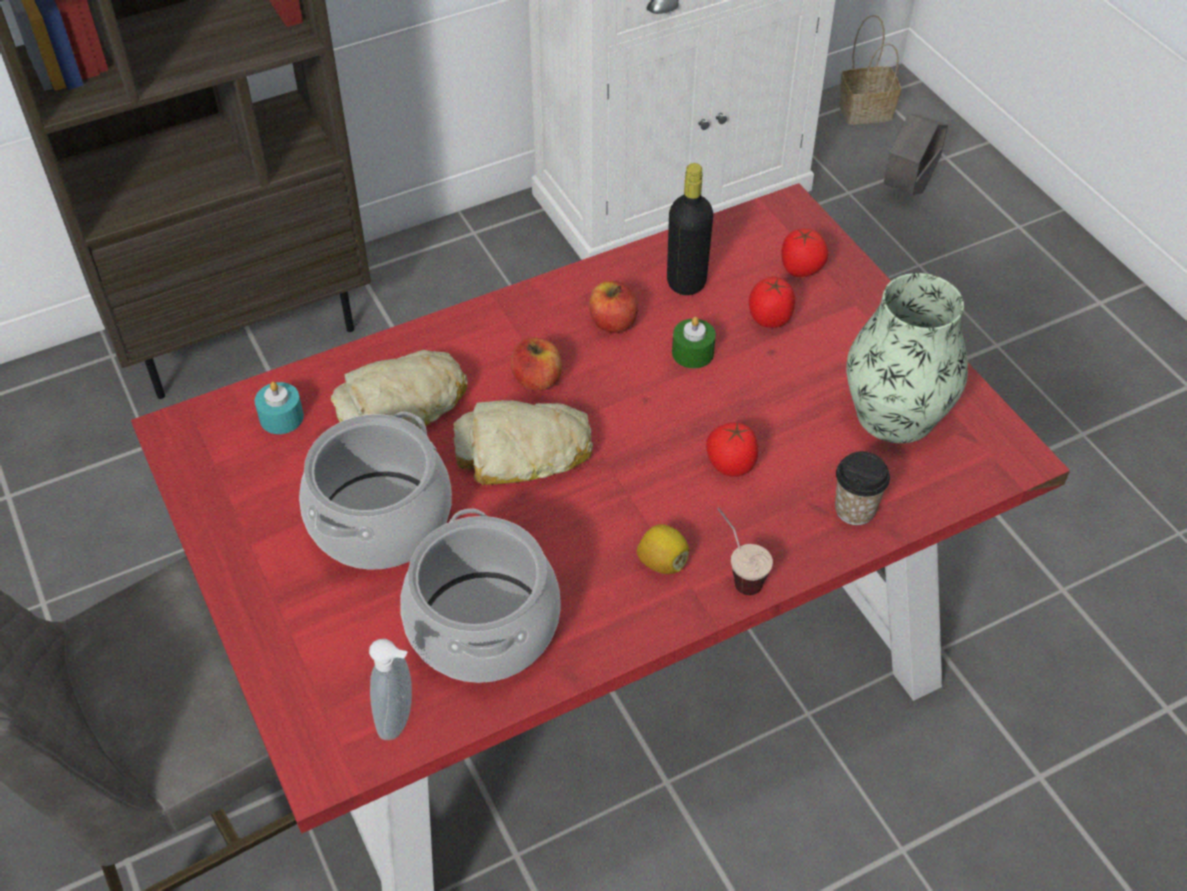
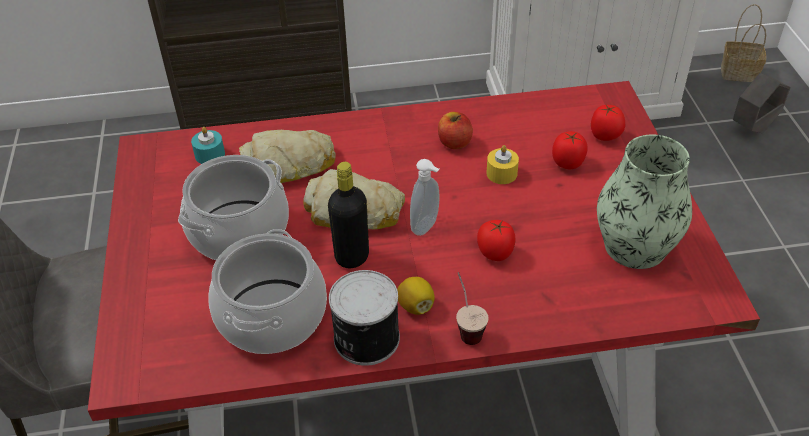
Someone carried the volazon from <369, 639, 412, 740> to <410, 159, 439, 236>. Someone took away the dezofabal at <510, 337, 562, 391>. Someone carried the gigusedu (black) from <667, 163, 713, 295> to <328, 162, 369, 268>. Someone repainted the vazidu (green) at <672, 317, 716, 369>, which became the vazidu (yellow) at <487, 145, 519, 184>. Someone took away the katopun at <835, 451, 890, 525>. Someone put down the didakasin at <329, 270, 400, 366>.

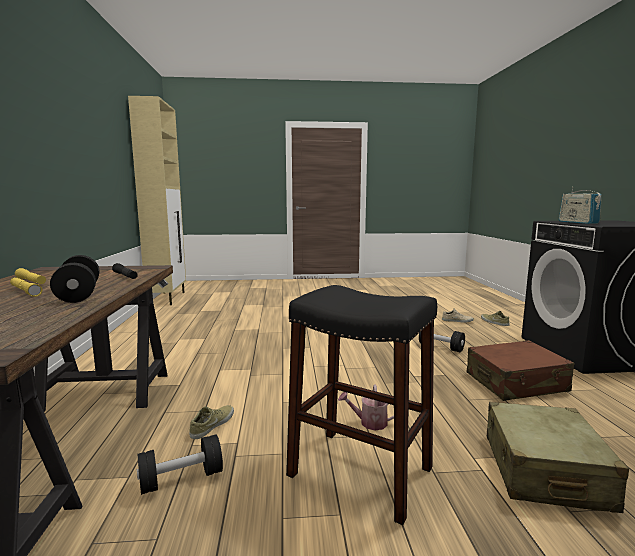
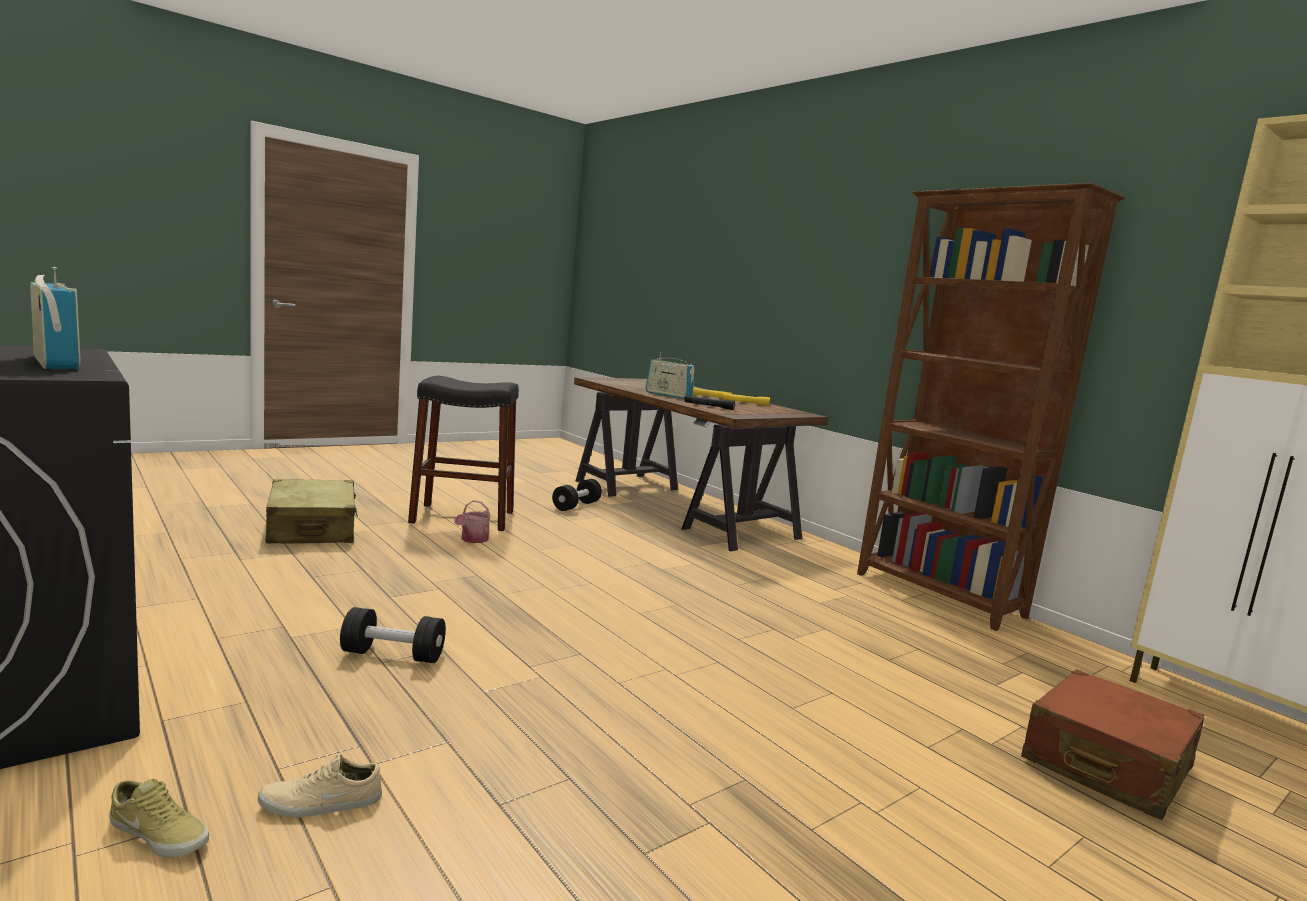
Someone swapped the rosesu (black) at <50, 255, 99, 303> for the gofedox at <646, 352, 694, 399>. Someone took away the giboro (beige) at <189, 405, 234, 439>. Someone rotated the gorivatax at <338, 385, 394, 430> by 135 degrees clockwise. Someone carried the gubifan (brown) from <467, 340, 574, 401> to <1021, 669, 1205, 820>. Someone put down the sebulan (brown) at <857, 183, 1125, 631>.

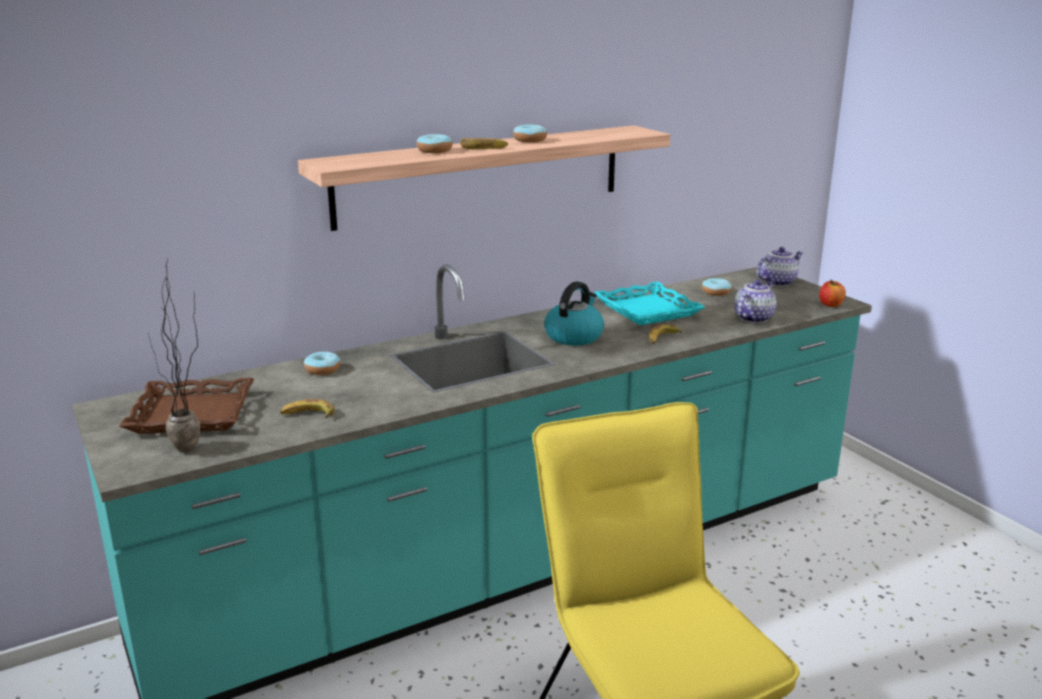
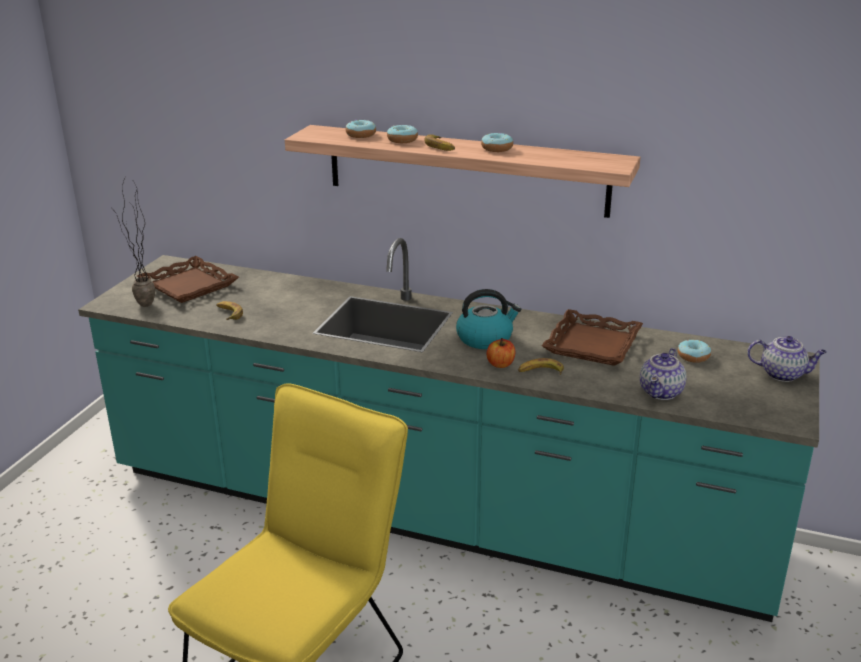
Someone carried the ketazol from <304, 351, 341, 375> to <346, 119, 376, 138>. Someone repainted the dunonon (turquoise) at <594, 281, 705, 325>, which became the dunonon (brown) at <542, 309, 643, 366>. Someone rotated the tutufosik at <734, 280, 777, 323> by 120 degrees clockwise. Someone carried the dezofabal from <819, 280, 846, 307> to <487, 338, 515, 368>.

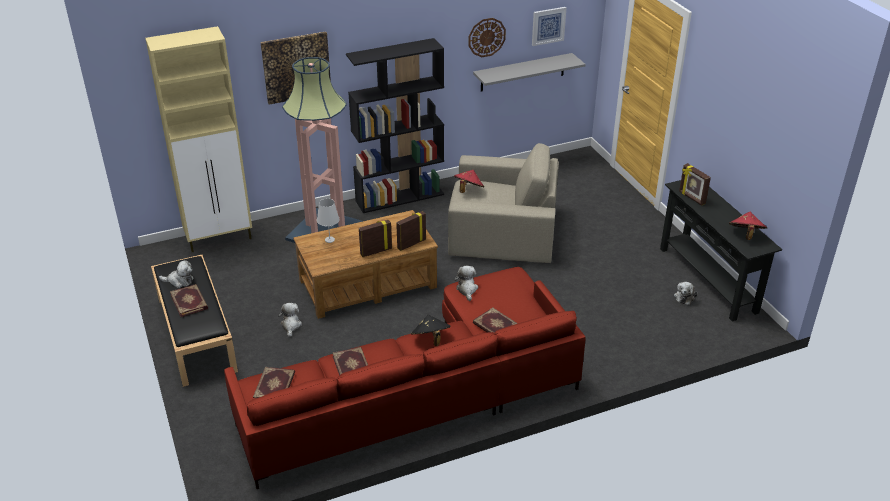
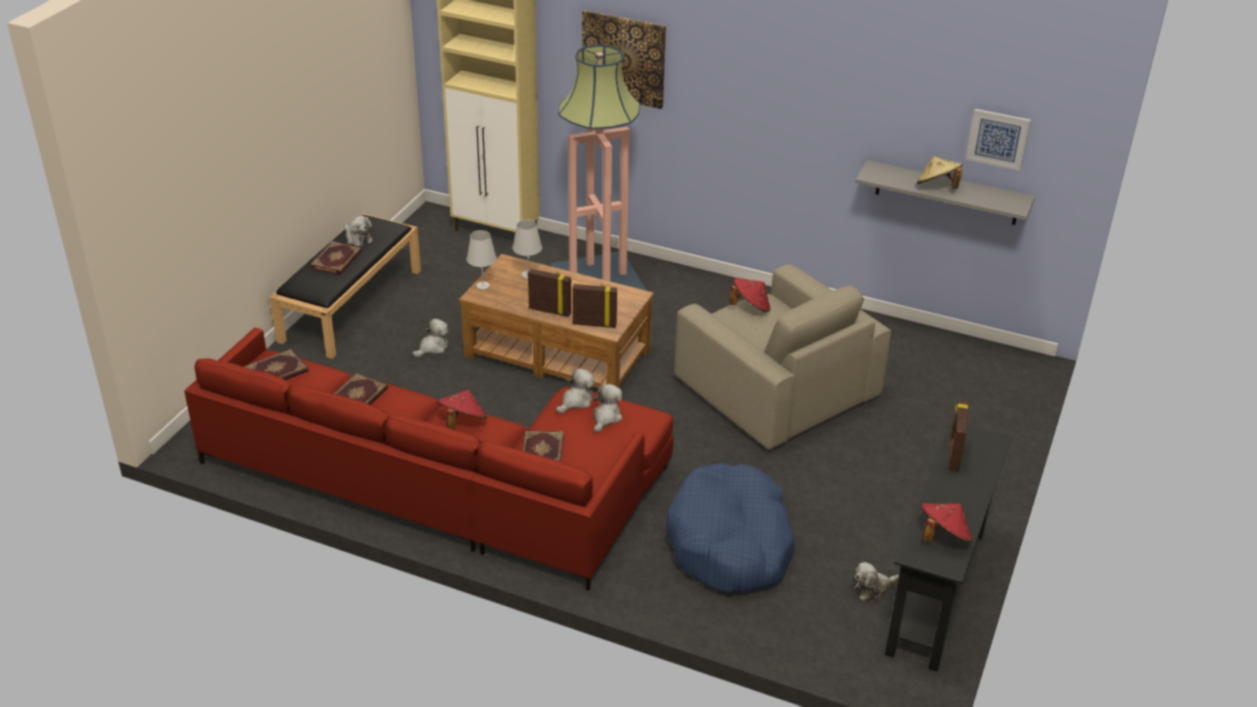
Someone took away the sebulan (black) at <346, 38, 444, 213>. Someone repainted the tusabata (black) at <411, 315, 451, 346>, which became the tusabata (red) at <437, 390, 488, 429>. Someone took away the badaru at <468, 18, 506, 57>. Someone put down the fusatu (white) at <467, 230, 497, 290>. Someone put down the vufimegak at <592, 384, 622, 433>. Someone put down the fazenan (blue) at <666, 463, 795, 592>. Someone put down the tusabata (beige) at <917, 156, 963, 189>.

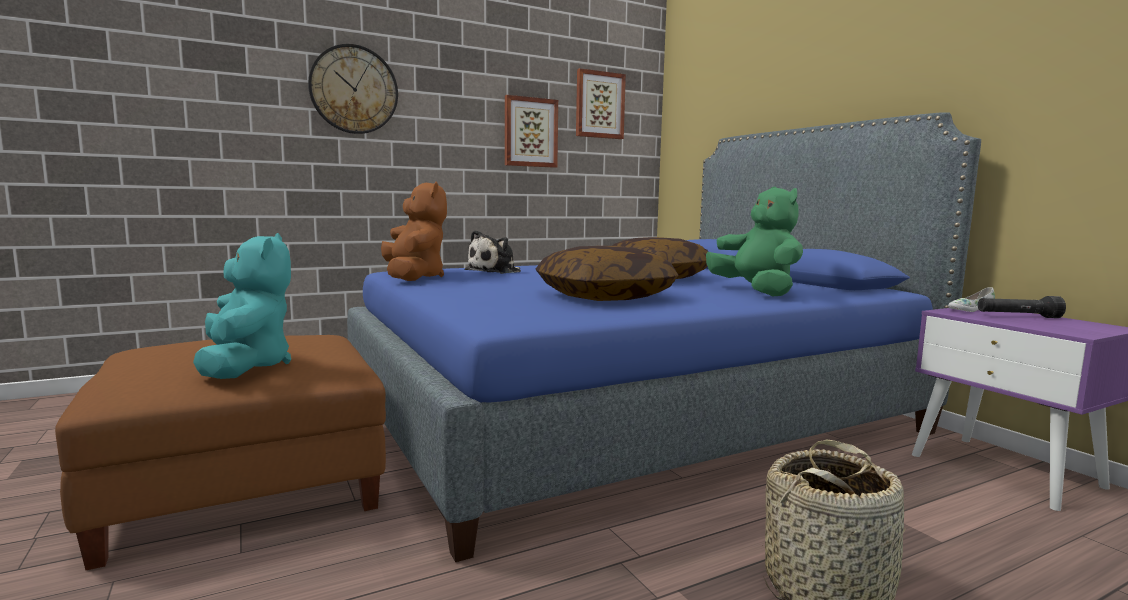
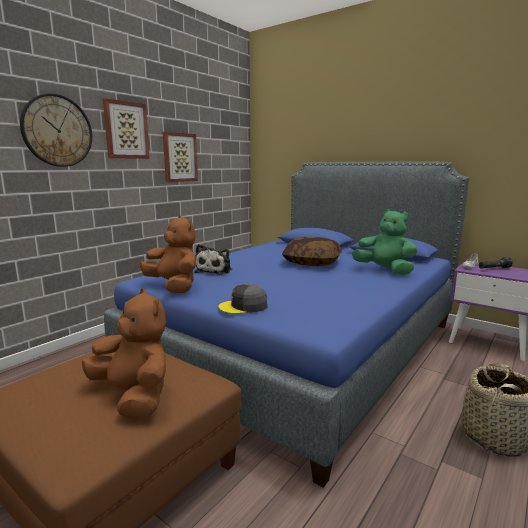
Someone repainted the vufimegak (turquoise) at <193, 233, 291, 379>, which became the vufimegak (brown) at <82, 289, 166, 419>. Someone took away the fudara at <535, 246, 679, 301>. Someone carried the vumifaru from <576, 68, 626, 139> to <103, 98, 150, 159>. Someone put down the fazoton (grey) at <218, 284, 267, 314>.

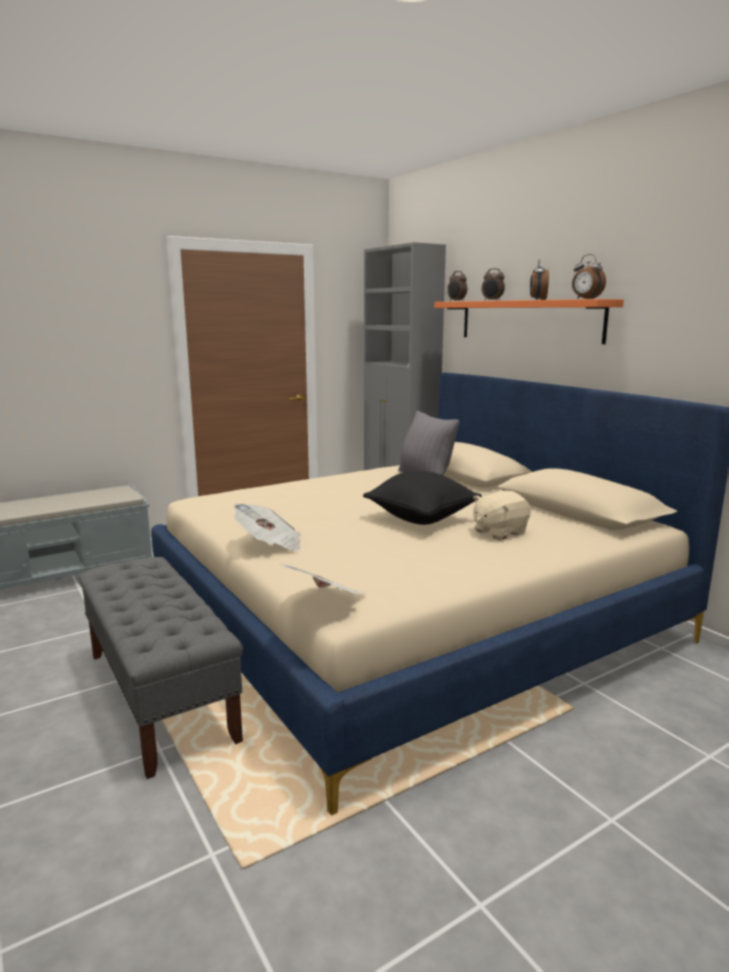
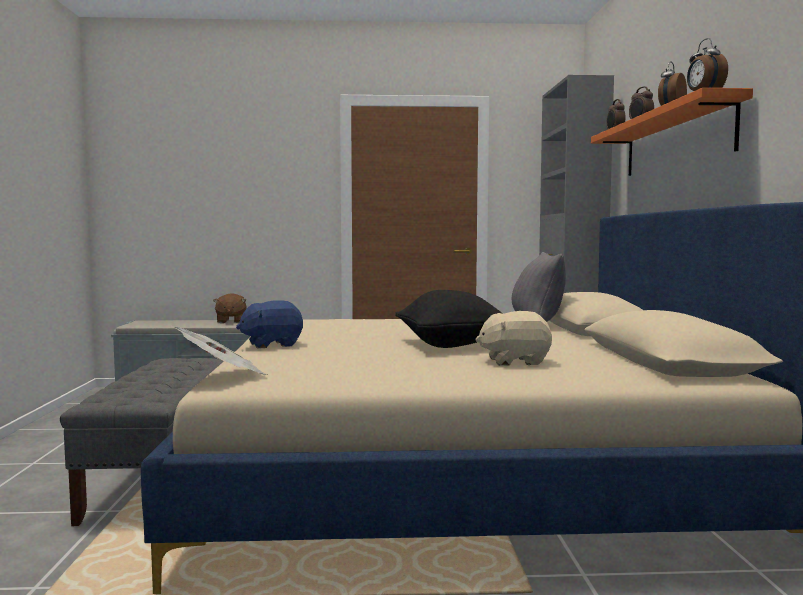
Someone swapped the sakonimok at <233, 503, 301, 551> for the vufimegak (blue) at <236, 300, 303, 349>. Someone put down the vufimegak (brown) at <213, 293, 247, 323>.

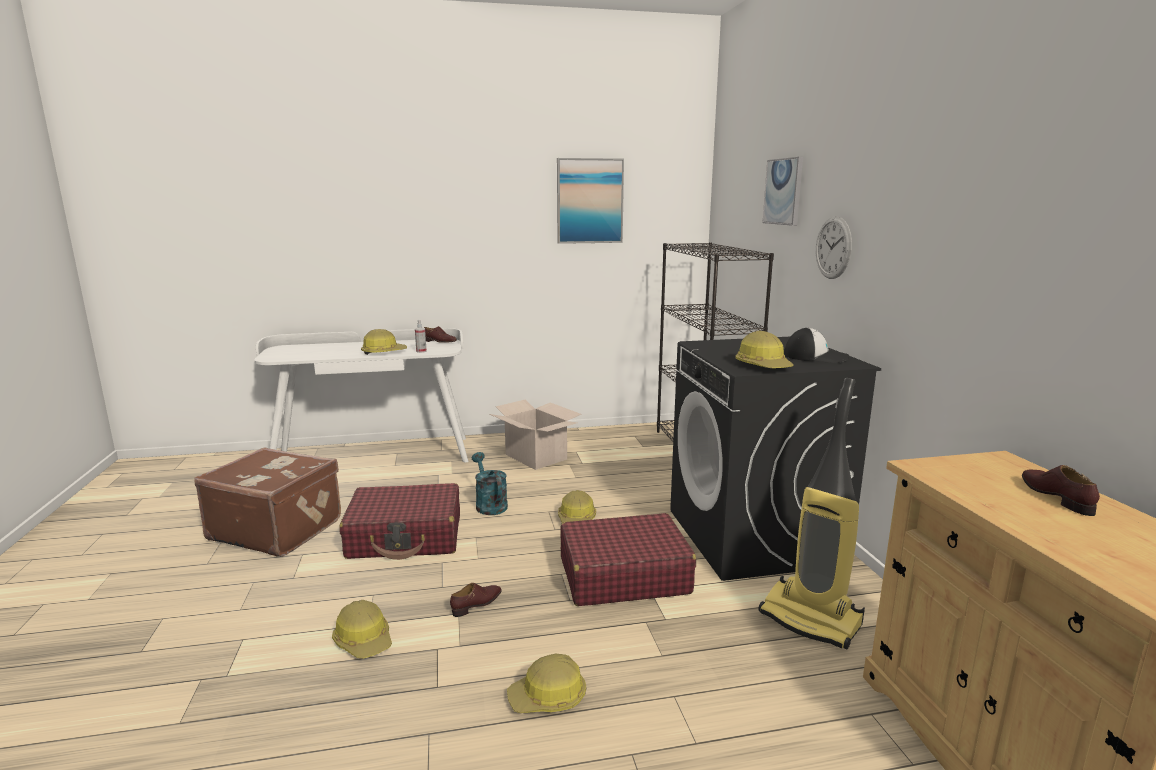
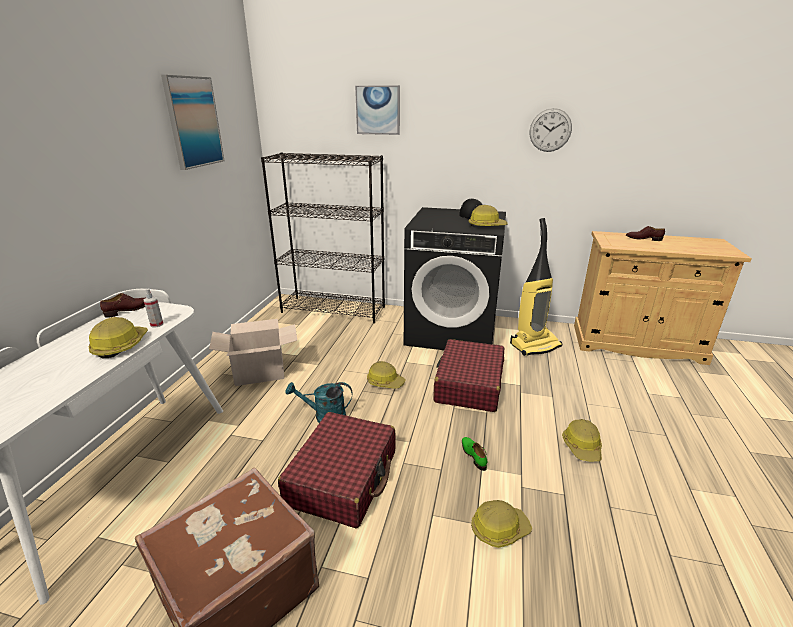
Someone repainted the giboro (brown) at <450, 583, 502, 617>, which became the giboro (green) at <462, 437, 487, 471>. Someone carried the badaru from <816, 216, 852, 279> to <530, 108, 572, 152>.

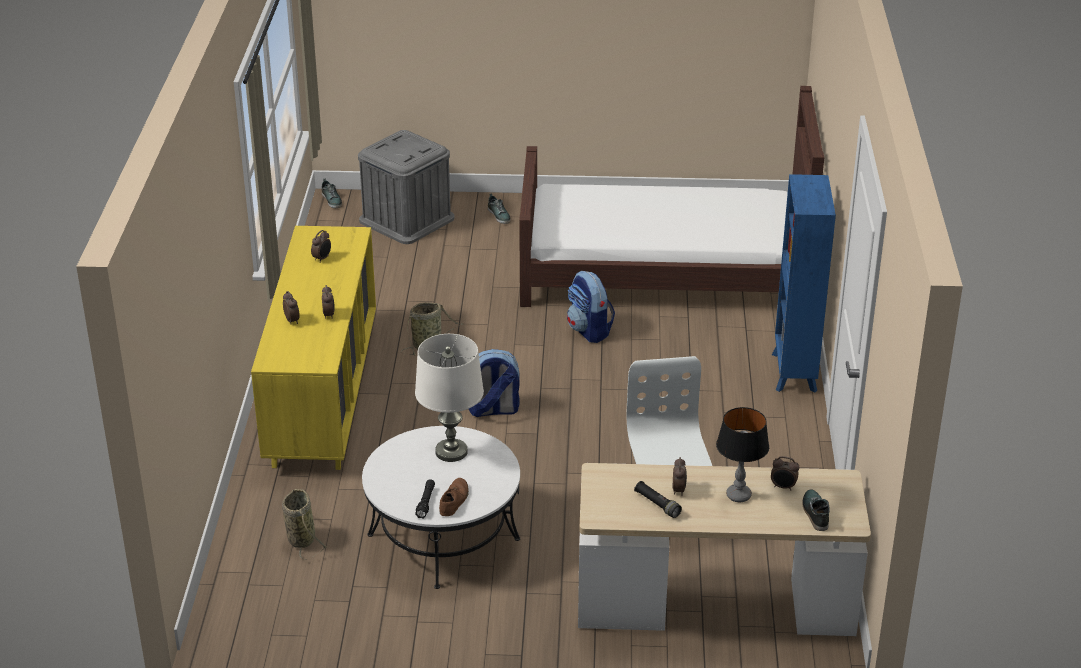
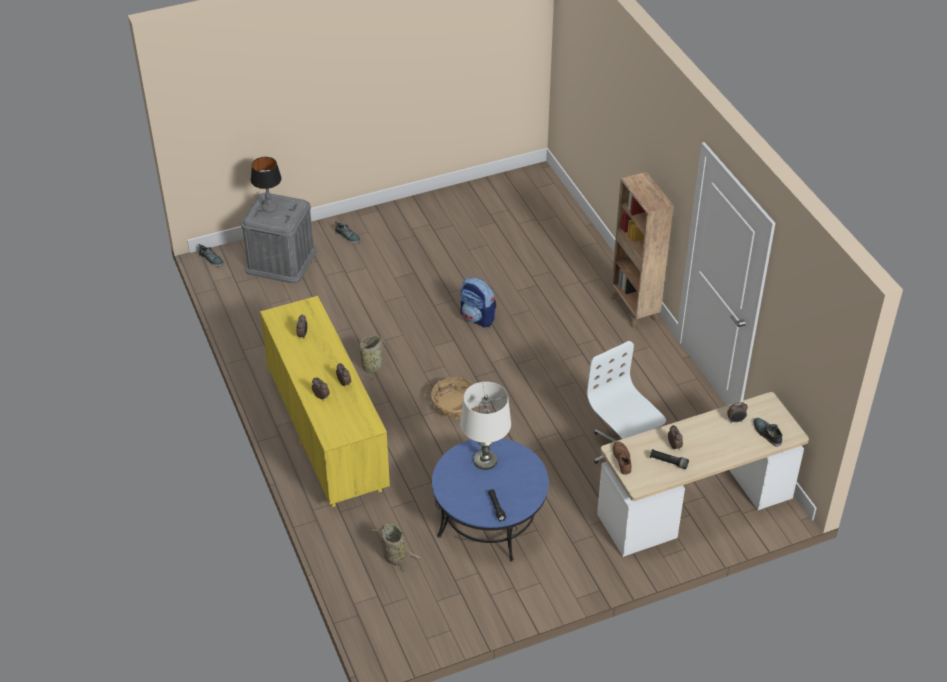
Someone repainted the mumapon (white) at <362, 426, 520, 589>, which became the mumapon (blue) at <432, 438, 549, 562>. Someone carried the giboro (brown) from <439, 478, 469, 516> to <613, 441, 632, 475>. Someone swapped the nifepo at <469, 349, 520, 417> for the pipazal at <431, 377, 475, 419>. Someone took away the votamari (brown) at <519, 86, 824, 307>. Someone carried the fusatu from <716, 407, 769, 502> to <251, 157, 282, 212>. Someone repainted the sebulan (blue) at <772, 174, 836, 393>, which became the sebulan (brown) at <611, 172, 673, 328>.

